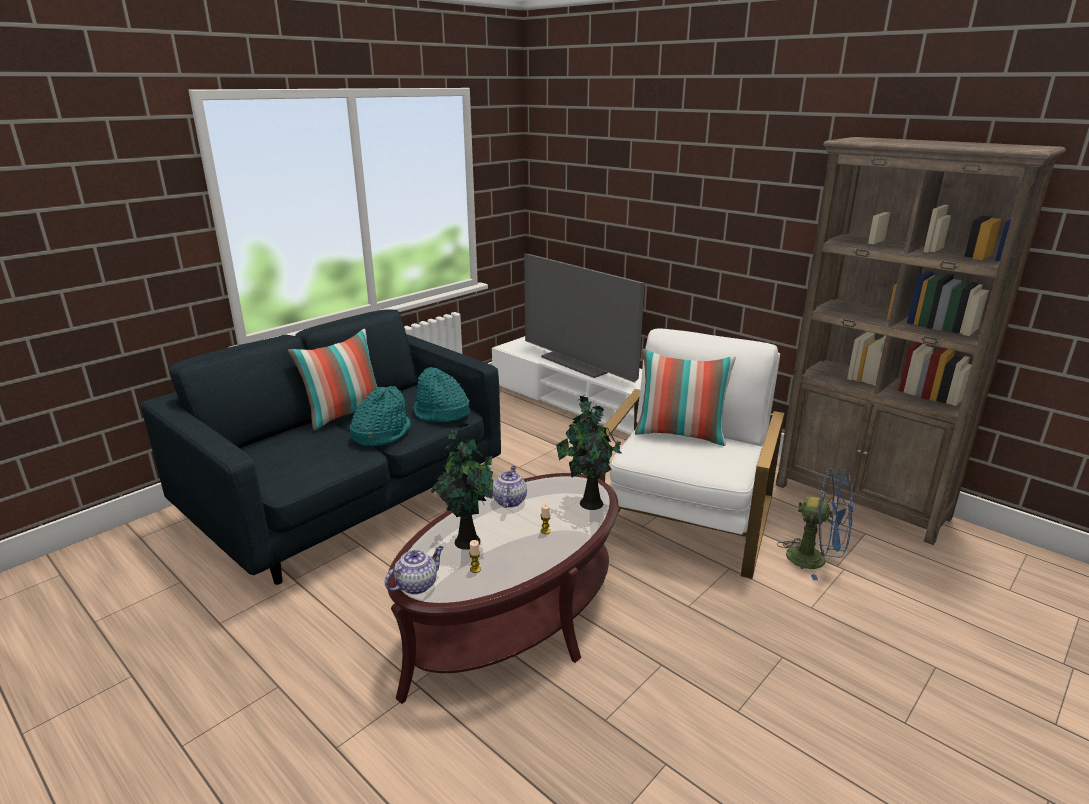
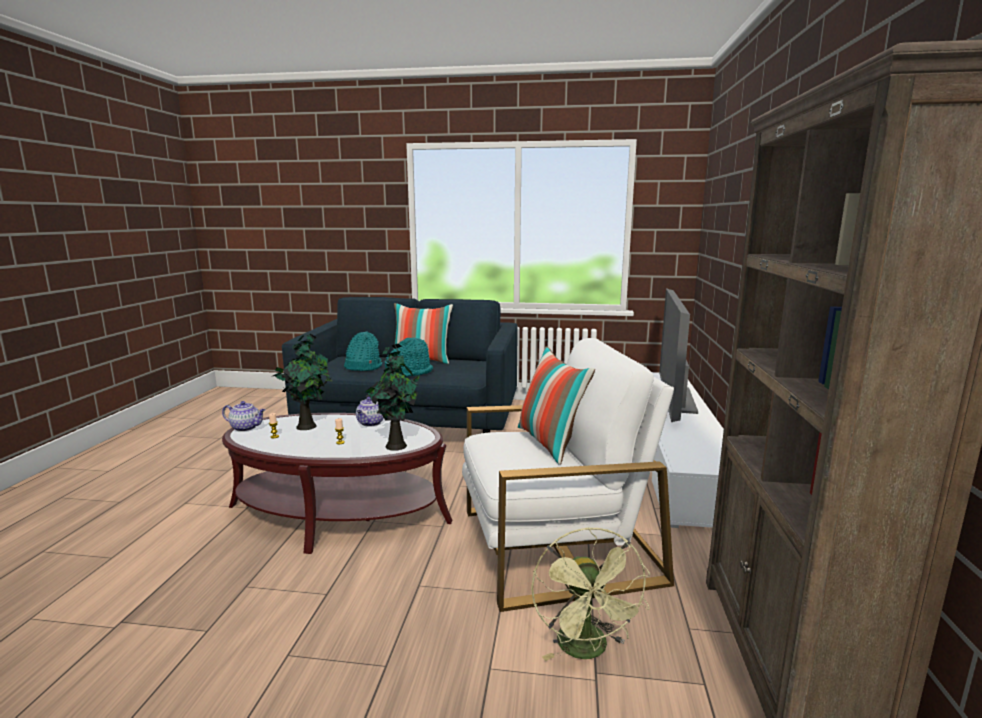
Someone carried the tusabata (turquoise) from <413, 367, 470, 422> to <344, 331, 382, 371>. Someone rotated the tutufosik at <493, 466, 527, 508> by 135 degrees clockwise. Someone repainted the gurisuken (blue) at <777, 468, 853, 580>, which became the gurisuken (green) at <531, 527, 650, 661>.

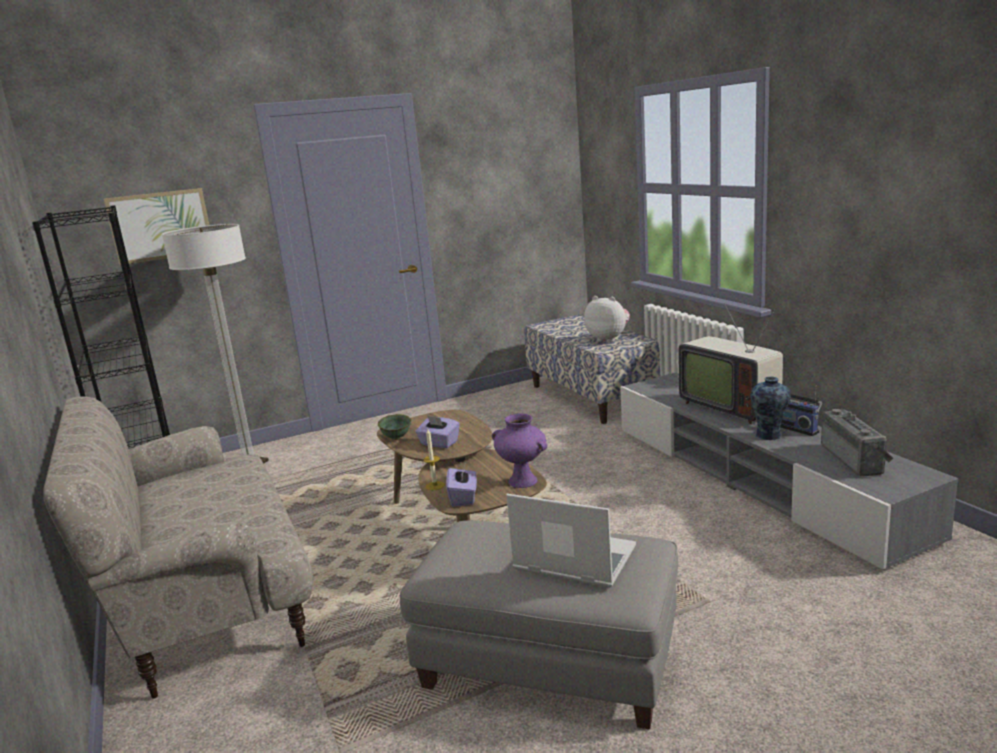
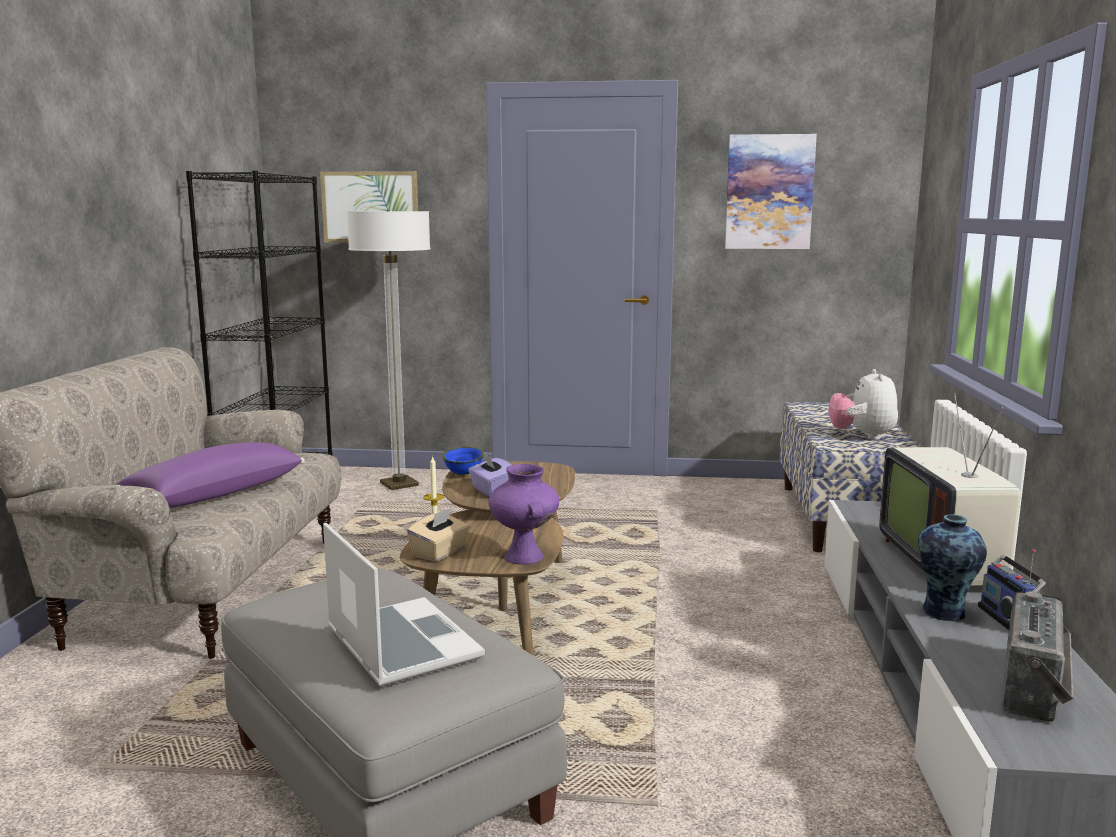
Someone repainted the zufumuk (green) at <378, 414, 411, 440>, which became the zufumuk (blue) at <442, 447, 484, 477>. Someone repainted the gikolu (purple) at <446, 462, 477, 507>, which became the gikolu (beige) at <407, 508, 470, 562>. Someone rotated the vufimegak at <584, 296, 630, 342> by 150 degrees counterclockwise. Someone put down the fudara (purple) at <117, 442, 305, 508>. Someone put up the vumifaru at <725, 134, 817, 249>.

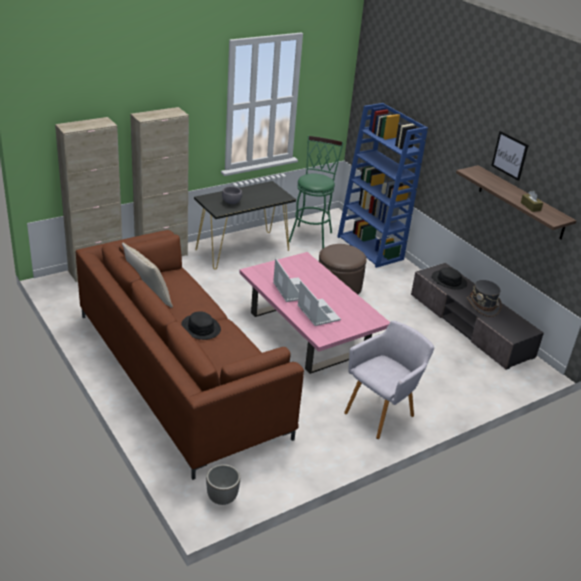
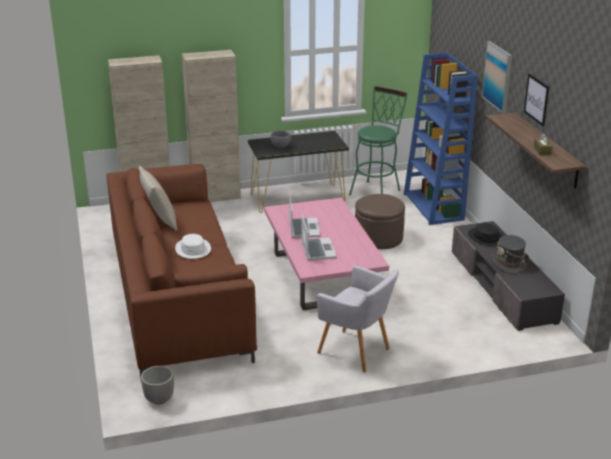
Someone repainted the tusabata (black) at <182, 311, 221, 340>, which became the tusabata (white) at <175, 234, 211, 259>. Someone rotated the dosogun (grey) at <344, 321, 434, 439> by 60 degrees clockwise. Someone put up the vumifaru at <482, 41, 512, 113>.

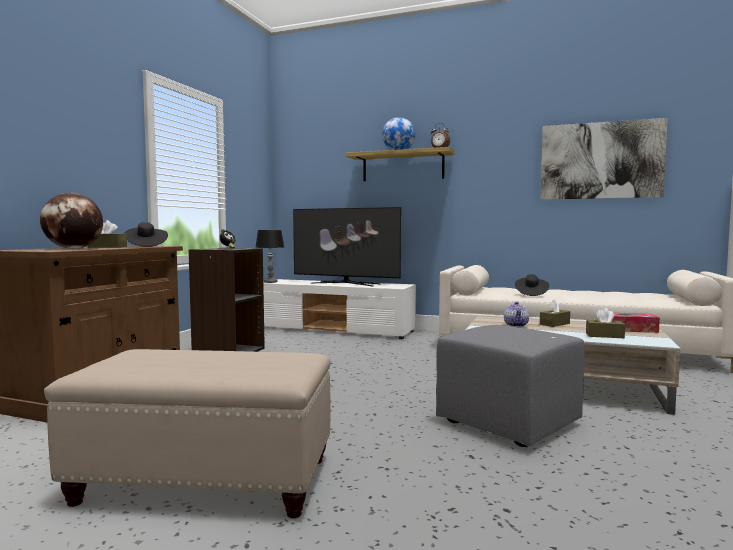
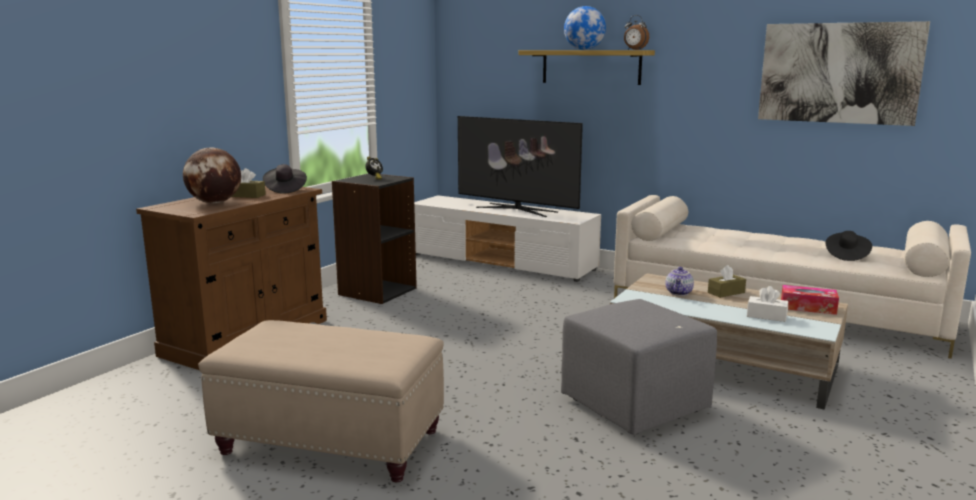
Someone took away the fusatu at <255, 230, 284, 283>. Someone carried the tusabata (black) from <515, 274, 549, 296> to <826, 231, 872, 261>. Someone repainted the gikolu (brown) at <586, 308, 625, 338>, which became the gikolu (white) at <747, 286, 788, 322>.

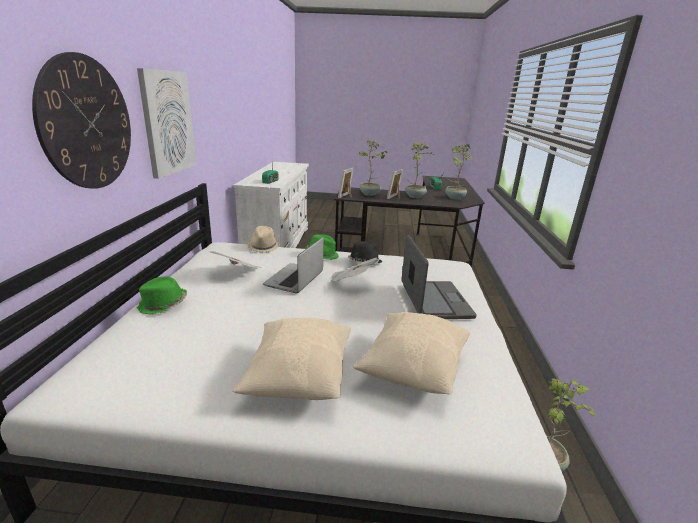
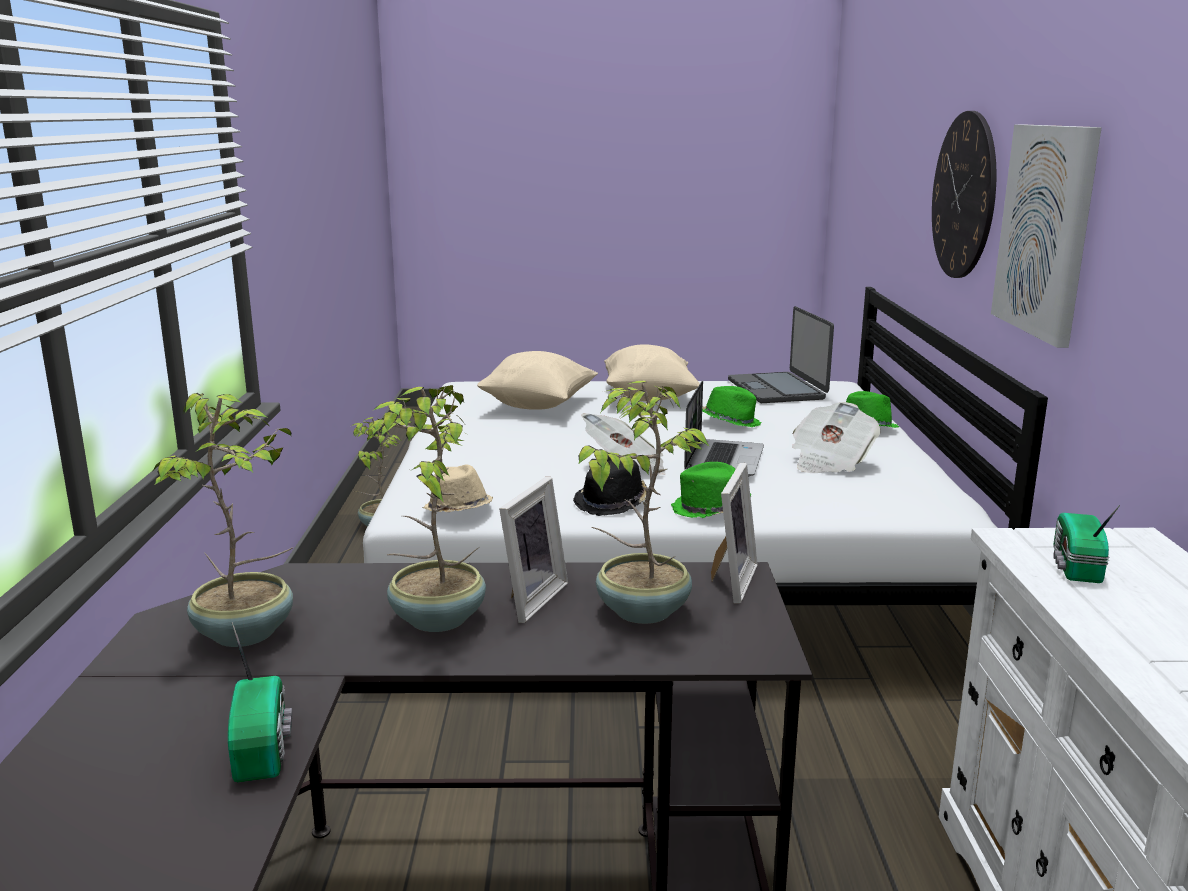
Someone carried the tusabata (beige) from <248, 226, 279, 253> to <422, 464, 493, 513>. Someone carried the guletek from <401, 234, 477, 319> to <728, 306, 834, 403>. Someone put down the tusabata (green) at <702, 386, 761, 427>.

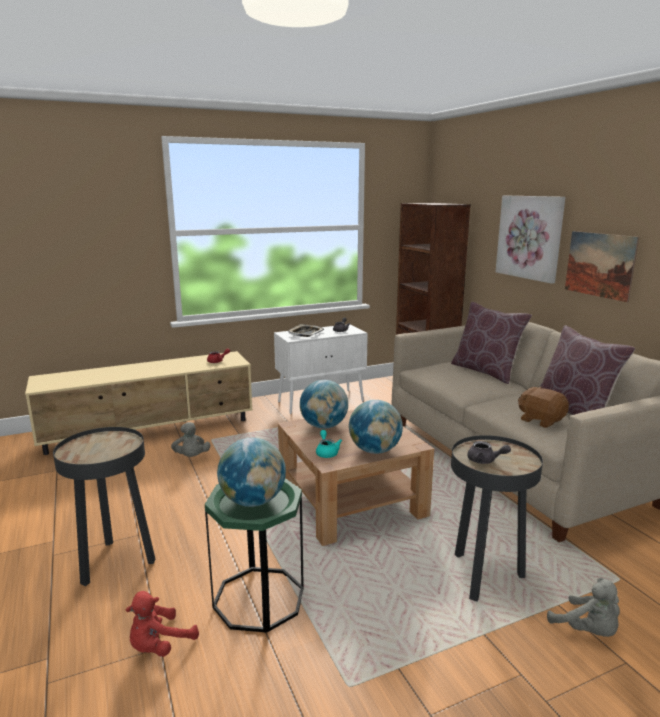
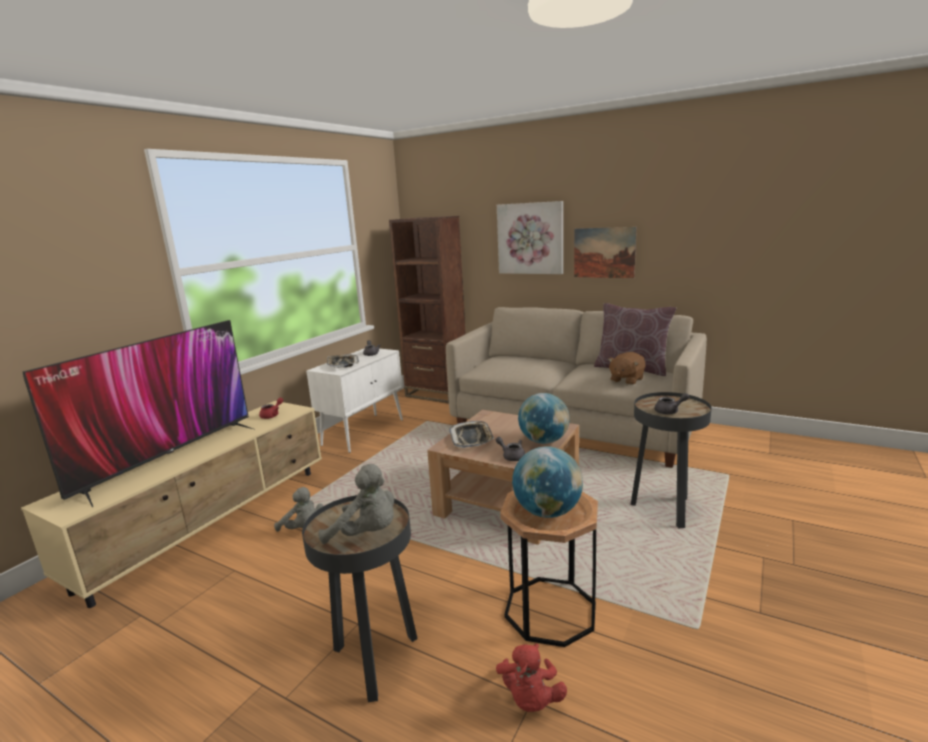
Someone repainted the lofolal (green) at <205, 478, 304, 633>, which became the lofolal (brown) at <500, 491, 598, 647>. Someone swapped the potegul at <300, 380, 348, 429> for the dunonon at <449, 421, 494, 448>. Someone repainted the tutufosik (turquoise) at <316, 430, 342, 458>, which became the tutufosik (grey) at <496, 437, 525, 461>. Someone took away the fudara (brown) at <451, 302, 532, 384>. Someone rotated the vufimegak (brown) at <518, 387, 569, 428> by 60 degrees counterclockwise. Someone carried the vufimegak (grey) from <547, 578, 620, 637> to <318, 464, 394, 544>. Someone put down the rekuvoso at <23, 320, 255, 507>.

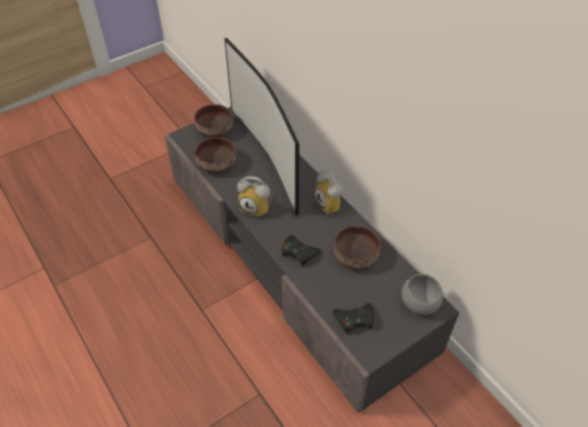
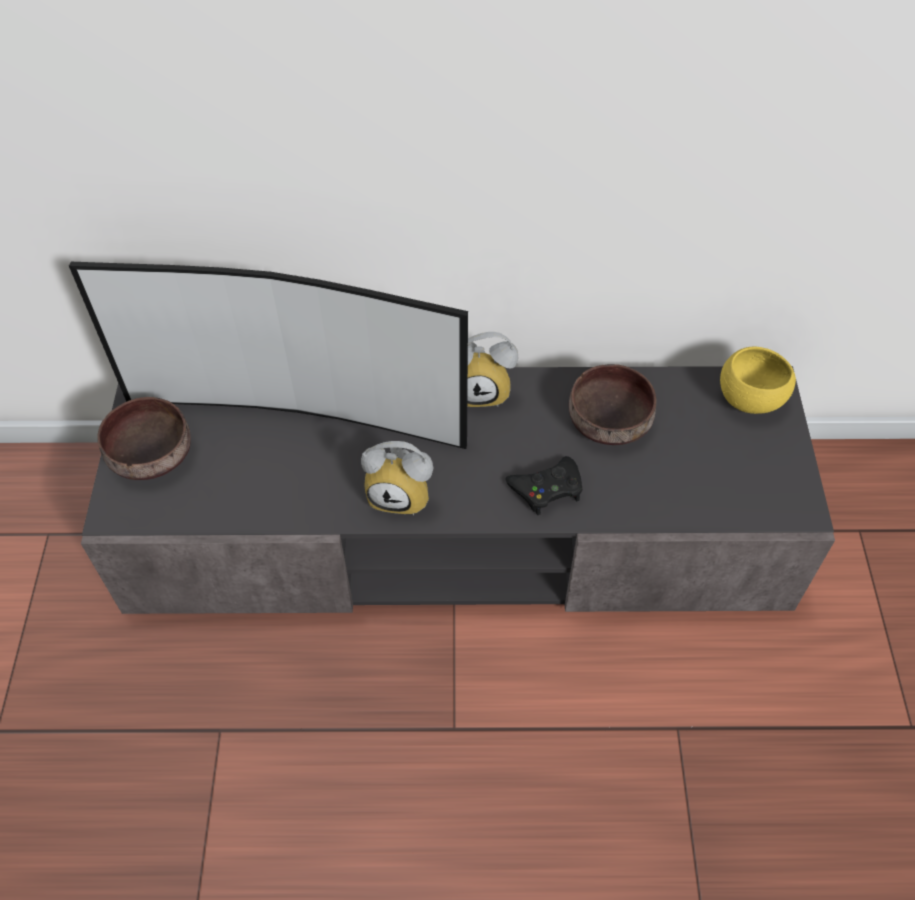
Someone took away the zufumuk (brown) at <195, 137, 236, 173>. Someone rotated the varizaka at <237, 176, 270, 217> by 45 degrees clockwise. Someone took away the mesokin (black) at <333, 303, 374, 334>. Someone repainted the zufumuk (grey) at <401, 274, 443, 315>, which became the zufumuk (yellow) at <720, 346, 796, 414>.

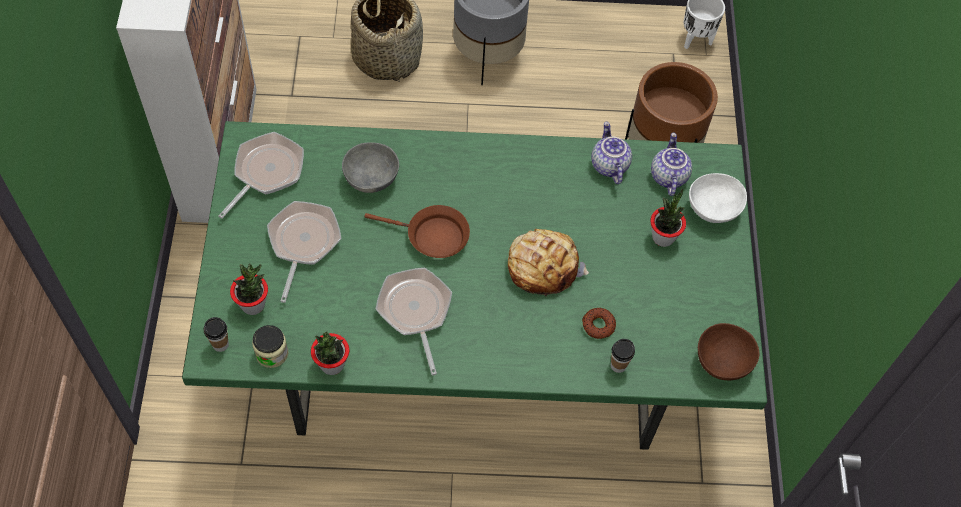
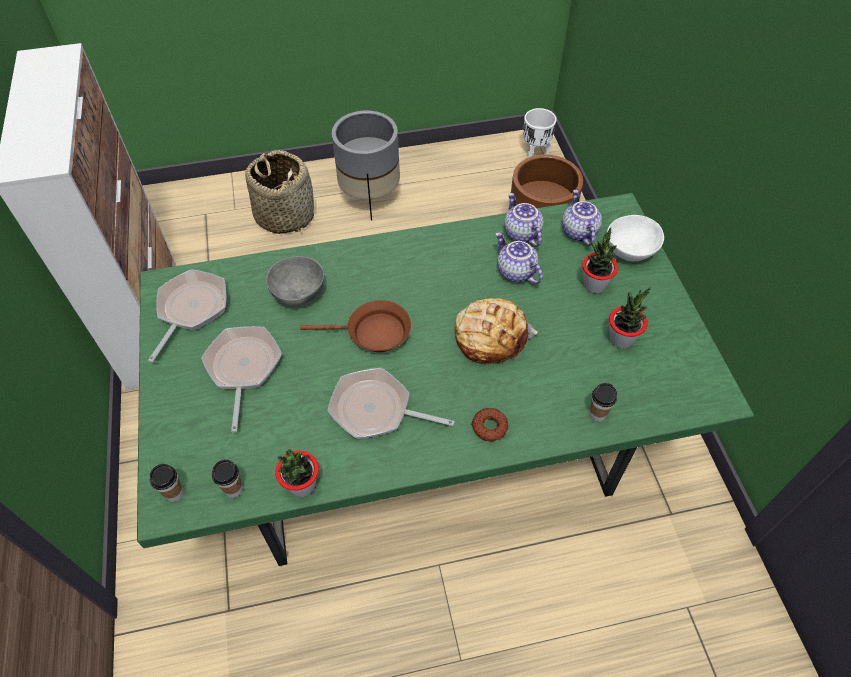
Someone carried the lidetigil from <230, 264, 268, 315> to <609, 287, 651, 349>. Someone swapped the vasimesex at <252, 325, 289, 368> for the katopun at <212, 460, 243, 498>. Someone rotated the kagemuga at <376, 268, 452, 375> by 45 degrees counterclockwise. Someone carried the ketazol from <582, 308, 616, 339> to <471, 408, 508, 441>. Someone took away the zufumuk (brown) at <698, 323, 759, 380>. Someone put down the tutufosik at <496, 232, 543, 284>.

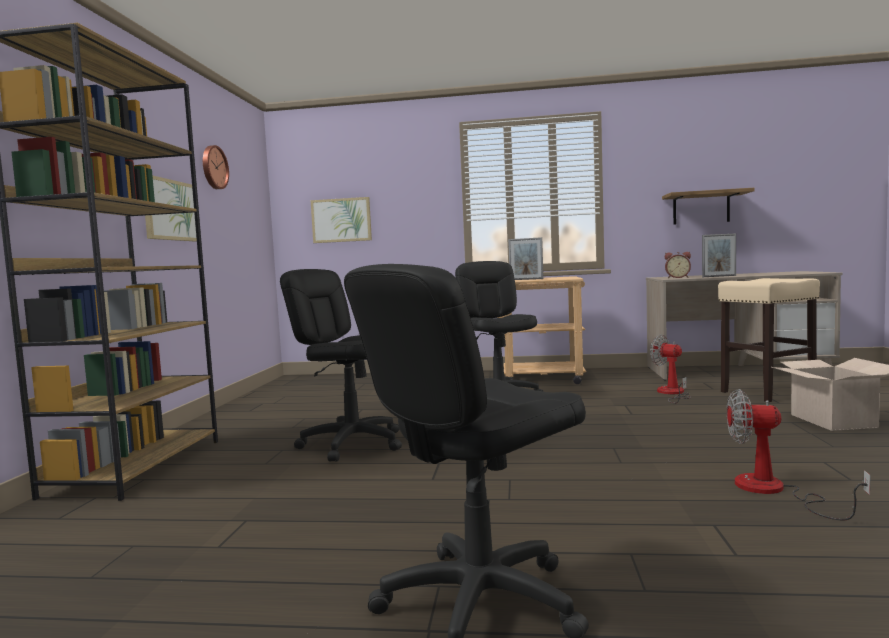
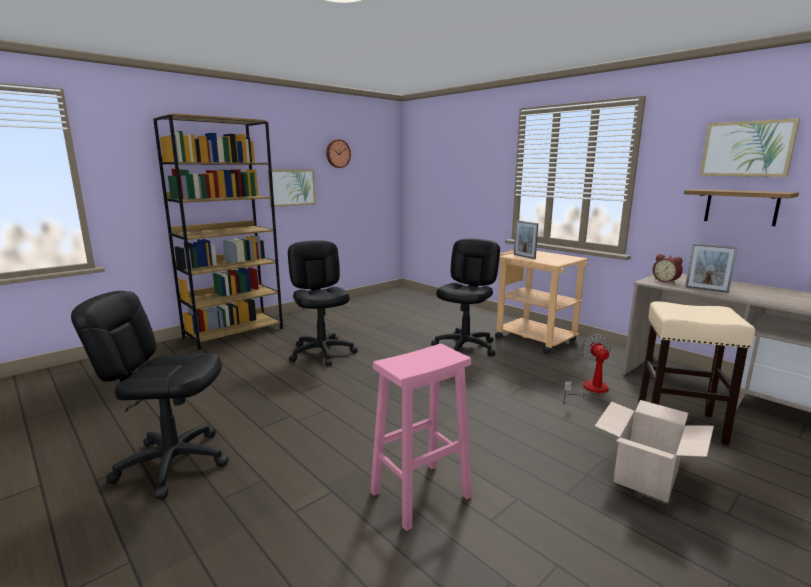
Someone carried the vumifaru from <311, 197, 372, 243> to <700, 118, 800, 177>. Someone swapped the gurisuken at <727, 389, 870, 520> for the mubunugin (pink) at <370, 344, 472, 531>.

